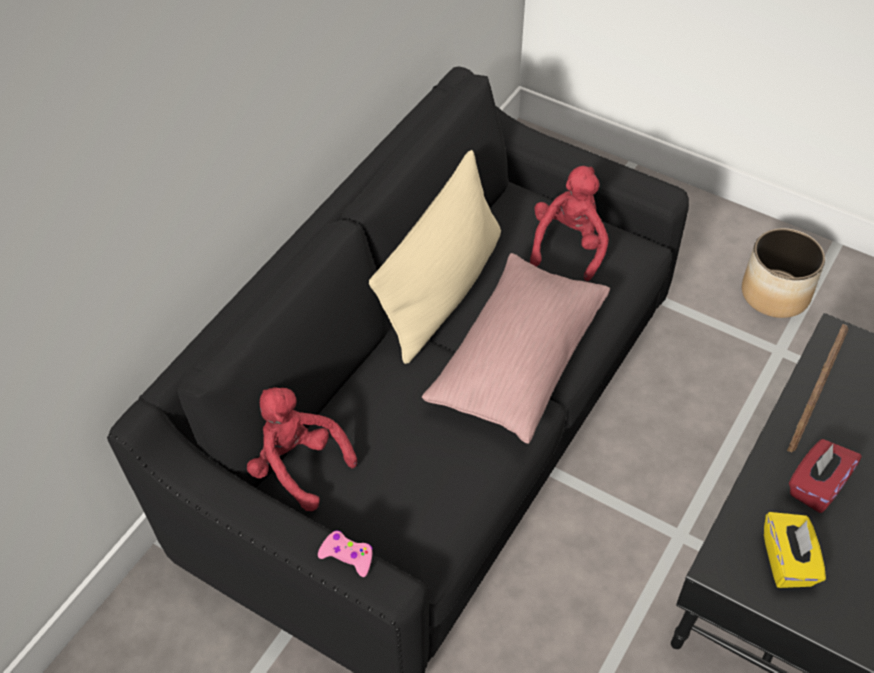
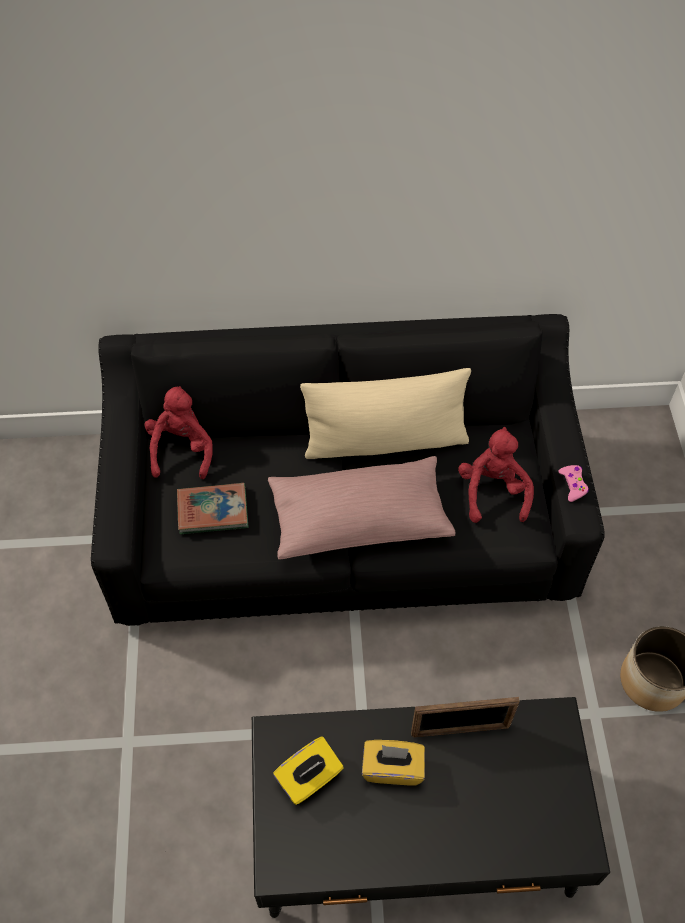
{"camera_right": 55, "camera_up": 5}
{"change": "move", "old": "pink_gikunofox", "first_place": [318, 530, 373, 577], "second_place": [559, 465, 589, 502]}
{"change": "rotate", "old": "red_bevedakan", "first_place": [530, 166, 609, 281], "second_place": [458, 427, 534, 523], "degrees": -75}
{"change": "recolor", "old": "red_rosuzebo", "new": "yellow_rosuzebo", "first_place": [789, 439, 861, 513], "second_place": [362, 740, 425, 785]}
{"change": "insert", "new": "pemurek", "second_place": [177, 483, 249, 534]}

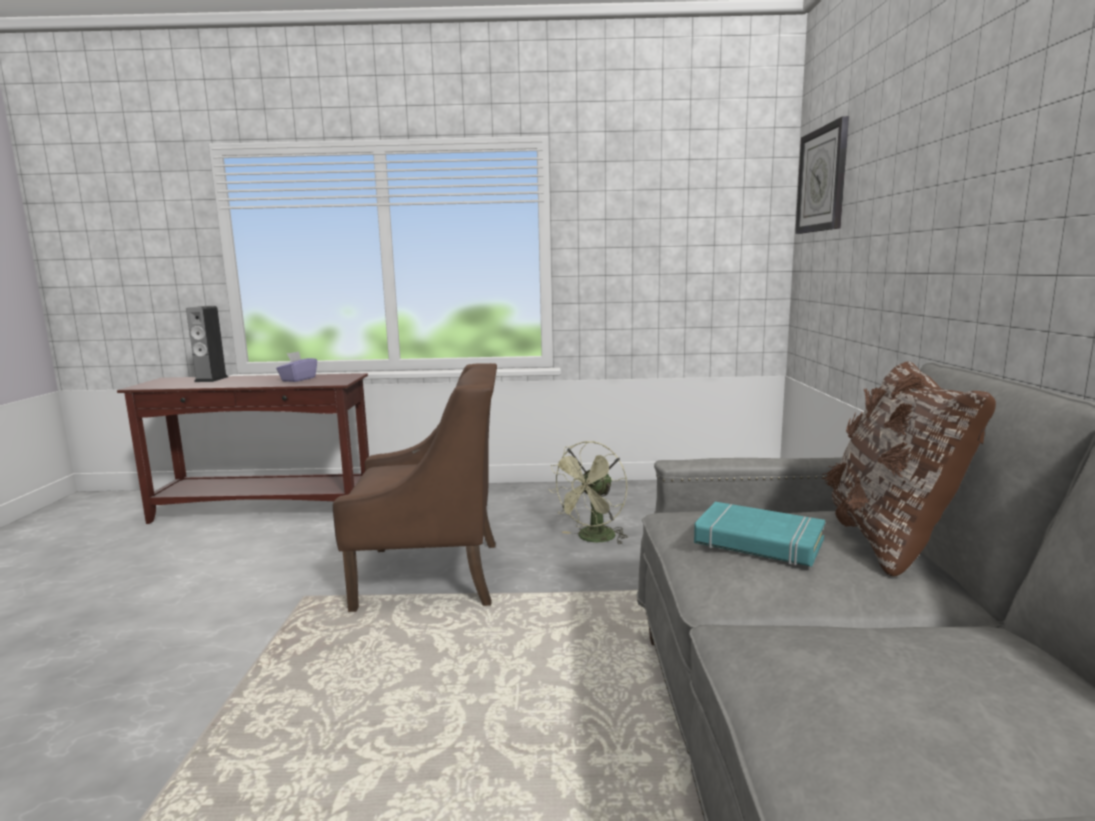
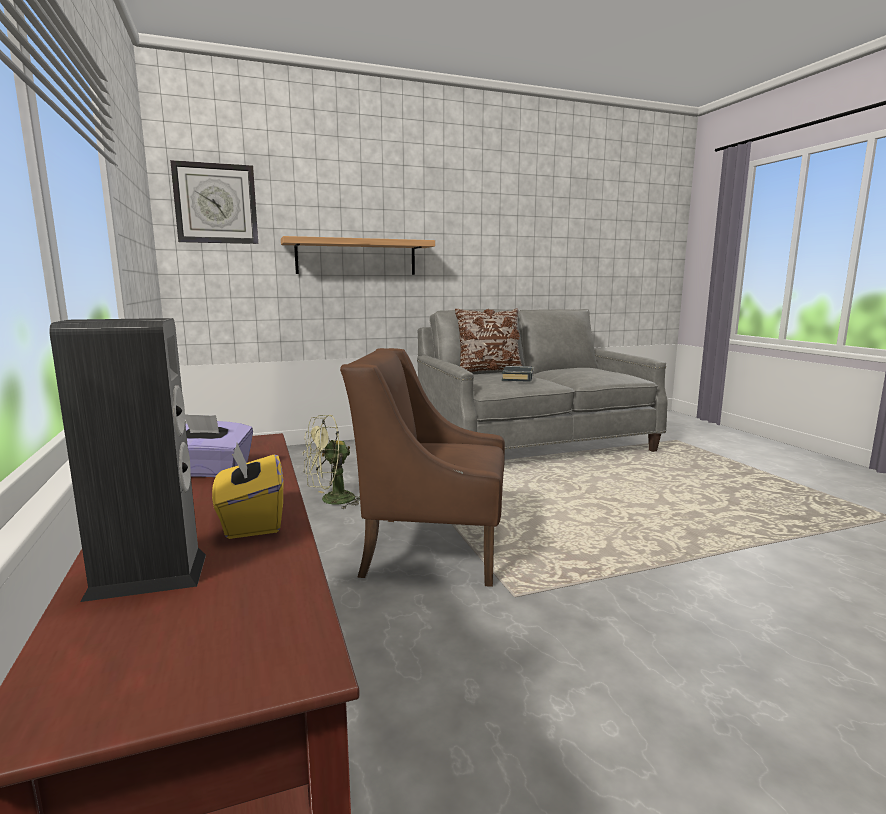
{"camera_right": -110, "camera_up": 0}
{"change": "rotate", "old": "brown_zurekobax", "first_place": [333, 363, 497, 612], "second_place": [340, 348, 505, 587], "degrees": -60}
{"change": "rotate", "old": "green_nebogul", "first_place": [548, 441, 628, 545], "second_place": [303, 415, 360, 509], "degrees": 135}
{"change": "recolor", "old": "turquoise_pemurek", "new": "black_pemurek", "first_place": [694, 502, 825, 567], "second_place": [502, 366, 534, 382]}
{"change": "insert", "new": "yellow_rosuzebo", "second_place": [212, 443, 283, 539]}
{"change": "insert", "new": "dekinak", "second_place": [281, 236, 435, 275]}

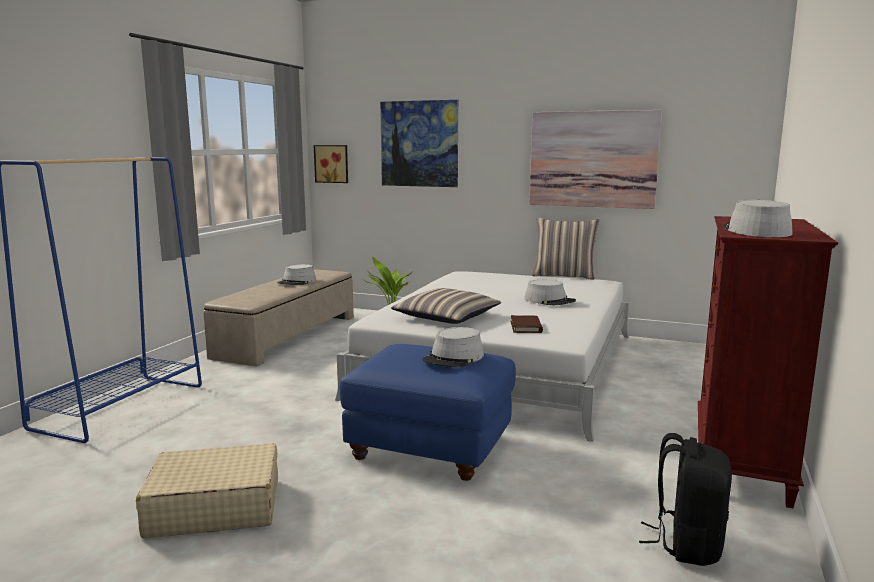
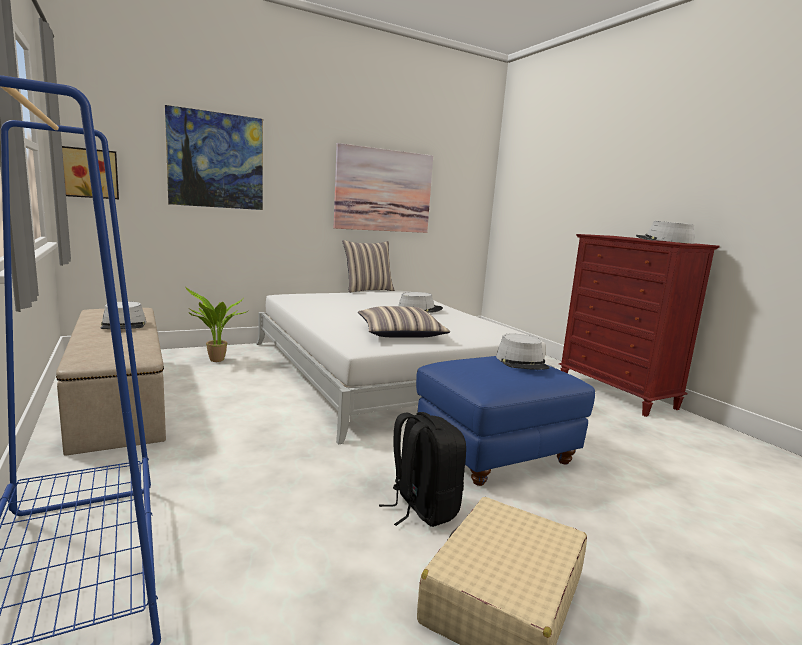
{"camera_right": -50, "camera_up": 0}
{"change": "delete", "old": "brown_pemurek", "first_place": [511, 315, 543, 333]}
{"change": "move", "old": "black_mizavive", "first_place": [639, 433, 732, 566], "second_place": [379, 412, 466, 527]}

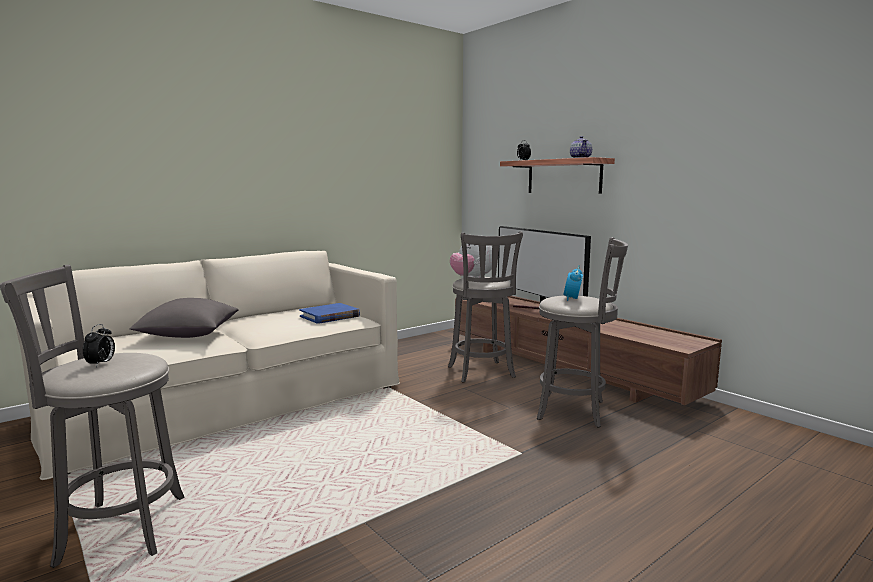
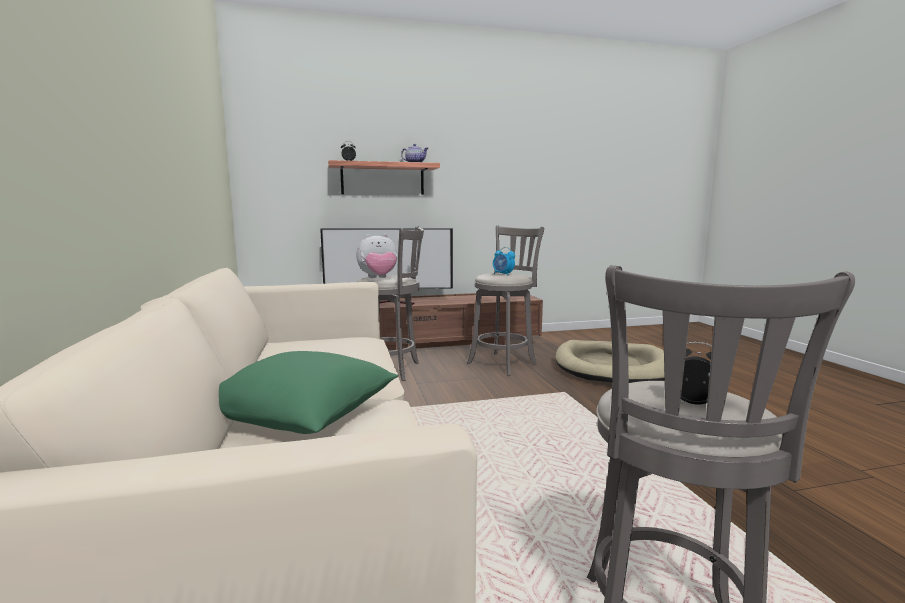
{"camera_right": -65, "camera_up": 0}
{"change": "recolor", "old": "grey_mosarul", "new": "green_mosarul", "first_place": [129, 298, 239, 338], "second_place": [219, 351, 398, 434]}
{"change": "delete", "old": "blue_pemurek", "first_place": [299, 303, 360, 324]}
{"change": "insert", "new": "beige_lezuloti", "second_place": [555, 340, 665, 383]}

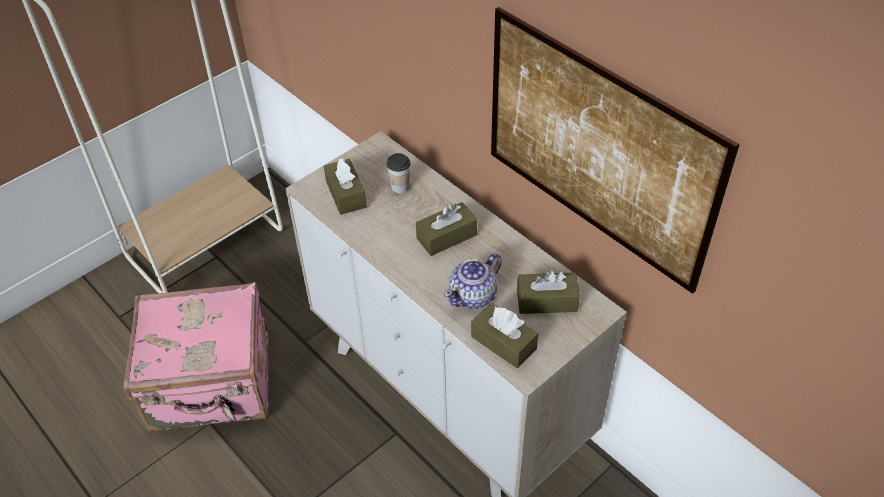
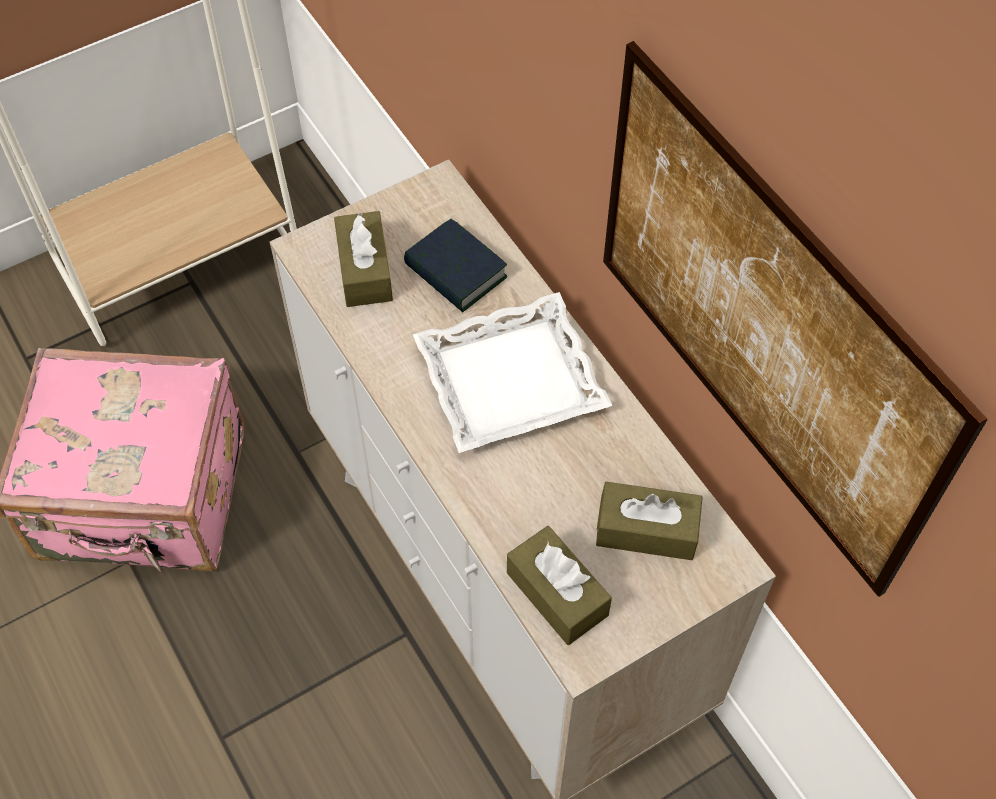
{"camera_right": 10, "camera_up": 10}
{"change": "replace", "old": "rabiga", "new": "pemurek", "first_place": [386, 153, 411, 194], "second_place": [404, 219, 507, 312]}
{"change": "replace", "old": "brown_rosuzebo", "new": "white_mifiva", "first_place": [416, 202, 477, 256], "second_place": [413, 292, 613, 453]}
{"change": "delete", "old": "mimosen", "first_place": [444, 253, 502, 309]}

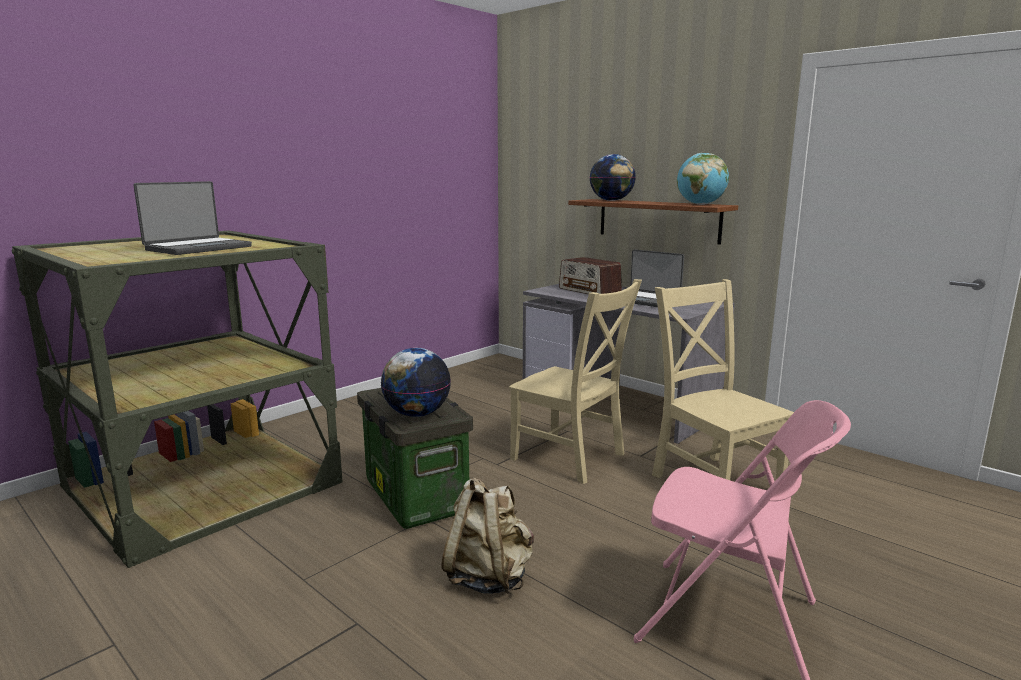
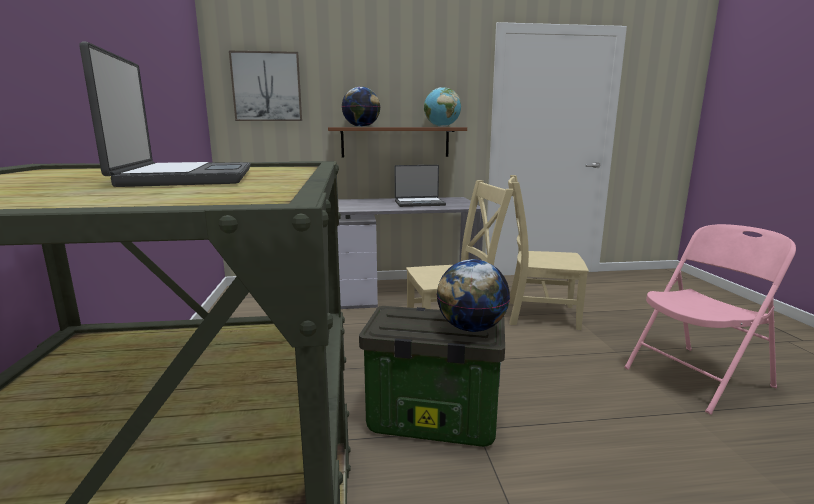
{"camera_right": -50, "camera_up": 0}
{"change": "delete", "old": "beige_mizavive", "first_place": [442, 477, 534, 594]}
{"change": "delete", "old": "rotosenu", "first_place": [559, 257, 622, 295]}
{"change": "insert", "new": "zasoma", "second_place": [229, 51, 302, 121]}

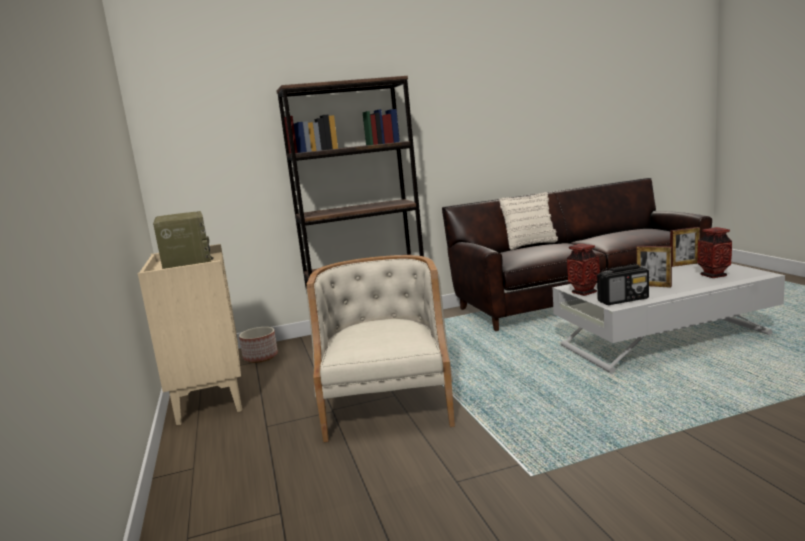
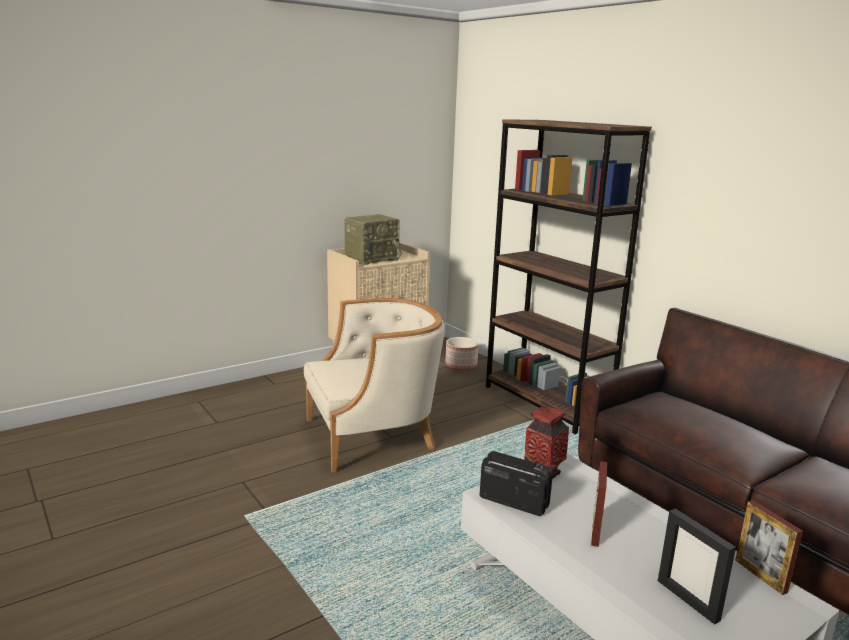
{"camera_right": 70, "camera_up": 5}
{"change": "delete", "old": "beige_mosarul", "first_place": [499, 192, 558, 250]}
{"change": "rotate", "old": "rotosenu", "first_place": [597, 265, 649, 305], "second_place": [480, 451, 553, 516], "degrees": 150}
{"change": "replace", "old": "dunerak", "new": "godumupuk", "first_place": [697, 227, 732, 278], "second_place": [658, 508, 736, 624]}

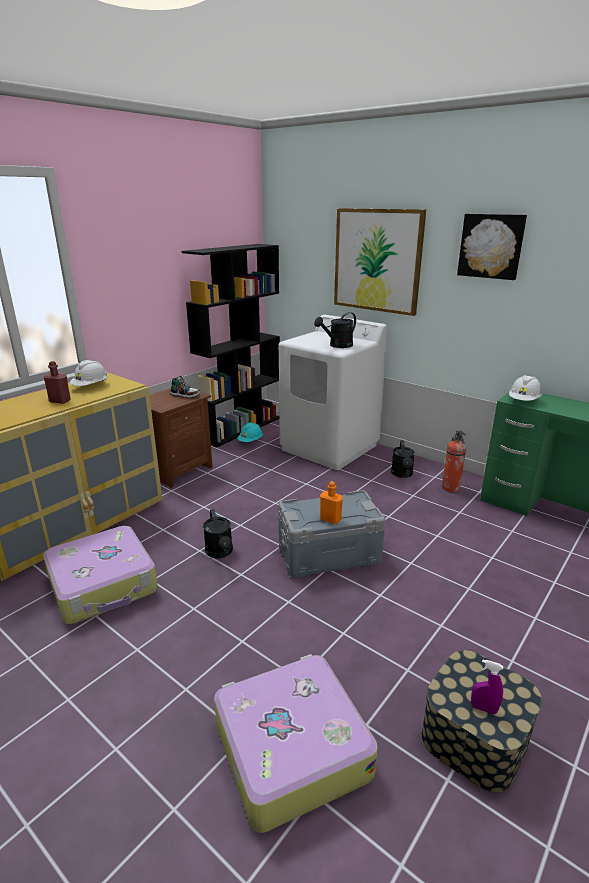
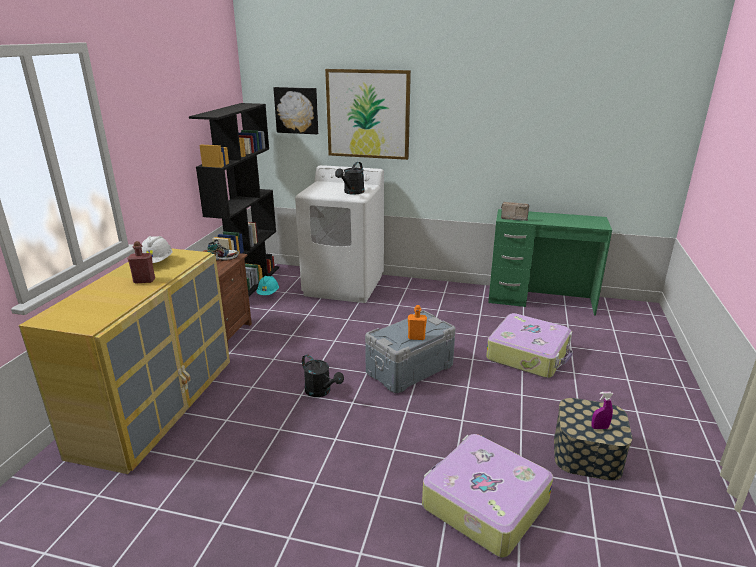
{"camera_right": -25, "camera_up": 0}
{"change": "move", "old": "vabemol", "first_place": [43, 526, 158, 624], "second_place": [486, 313, 573, 378]}
{"change": "delete", "old": "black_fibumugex", "first_place": [391, 441, 415, 478]}
{"change": "delete", "old": "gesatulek", "first_place": [442, 431, 466, 492]}
{"change": "move", "old": "zasoma", "first_place": [457, 214, 527, 280], "second_place": [273, 87, 318, 134]}
{"change": "replace", "old": "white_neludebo", "new": "rotosenu", "first_place": [509, 375, 542, 401], "second_place": [501, 202, 529, 221]}

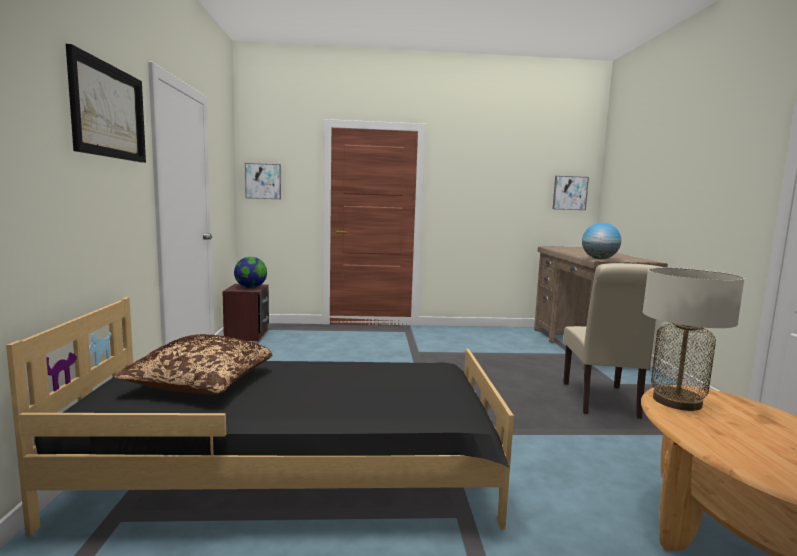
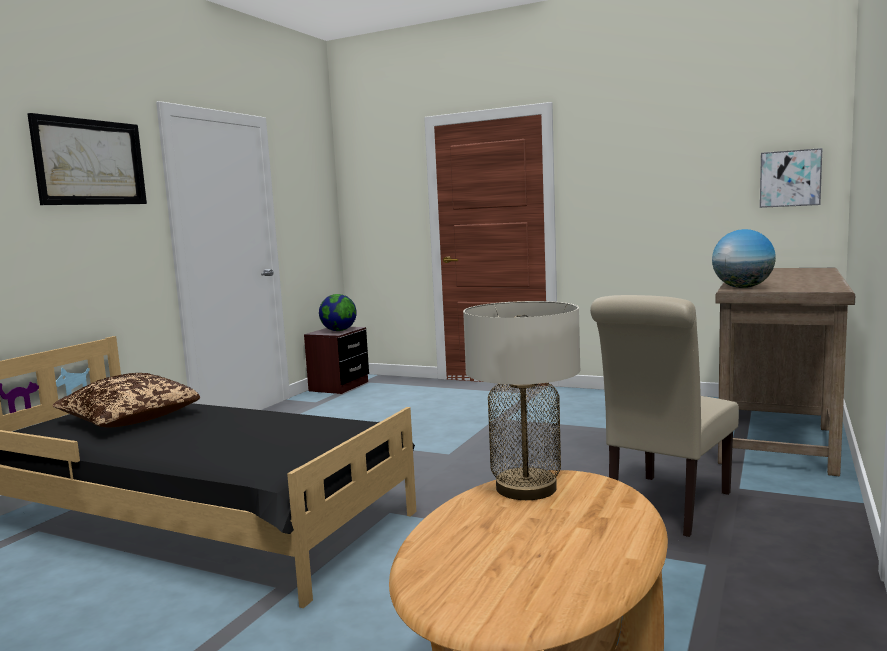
{"camera_right": 30, "camera_up": 0}
{"change": "delete", "old": "zasoma", "first_place": [245, 163, 281, 199]}

